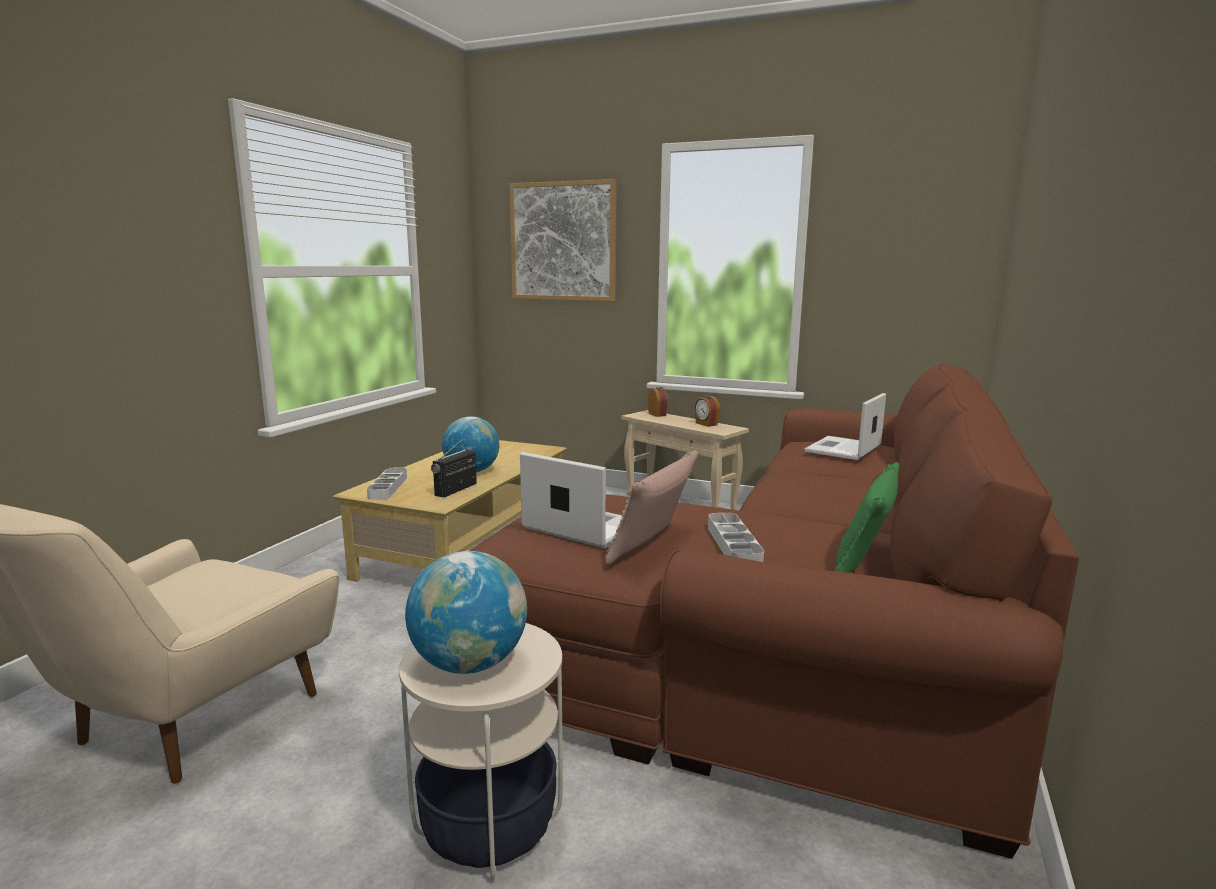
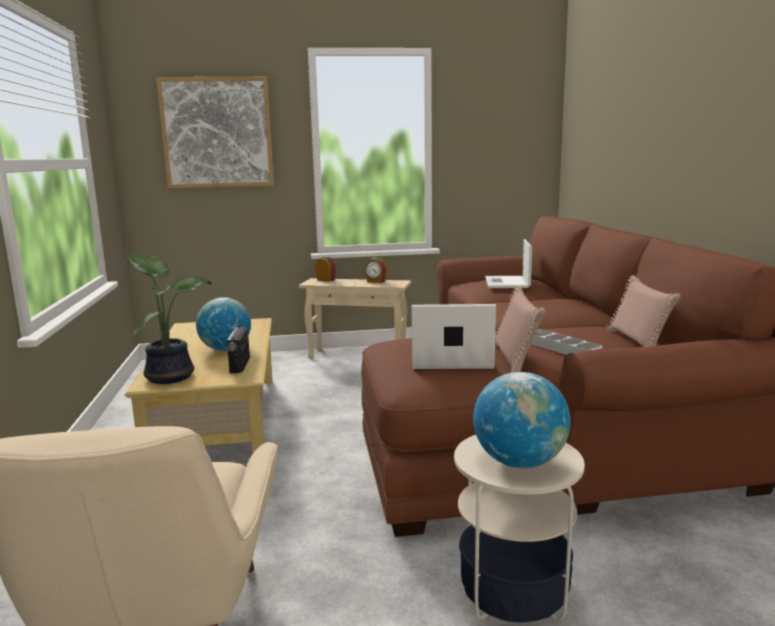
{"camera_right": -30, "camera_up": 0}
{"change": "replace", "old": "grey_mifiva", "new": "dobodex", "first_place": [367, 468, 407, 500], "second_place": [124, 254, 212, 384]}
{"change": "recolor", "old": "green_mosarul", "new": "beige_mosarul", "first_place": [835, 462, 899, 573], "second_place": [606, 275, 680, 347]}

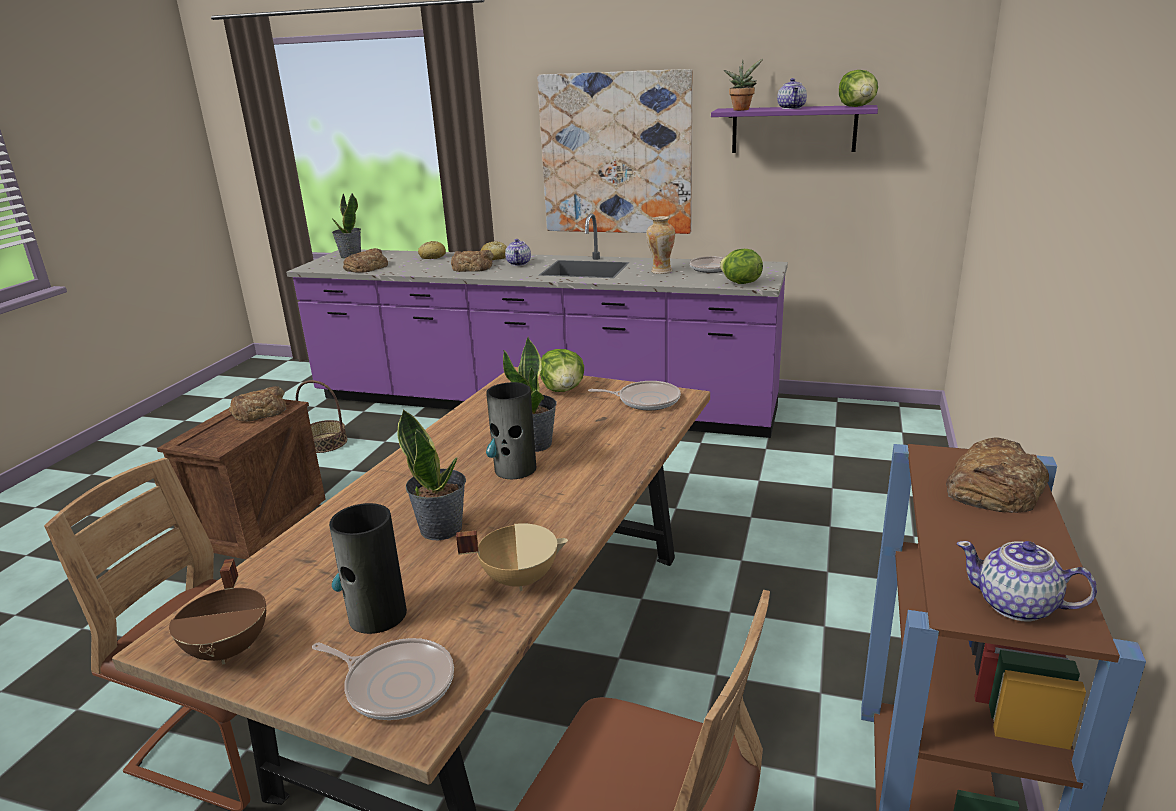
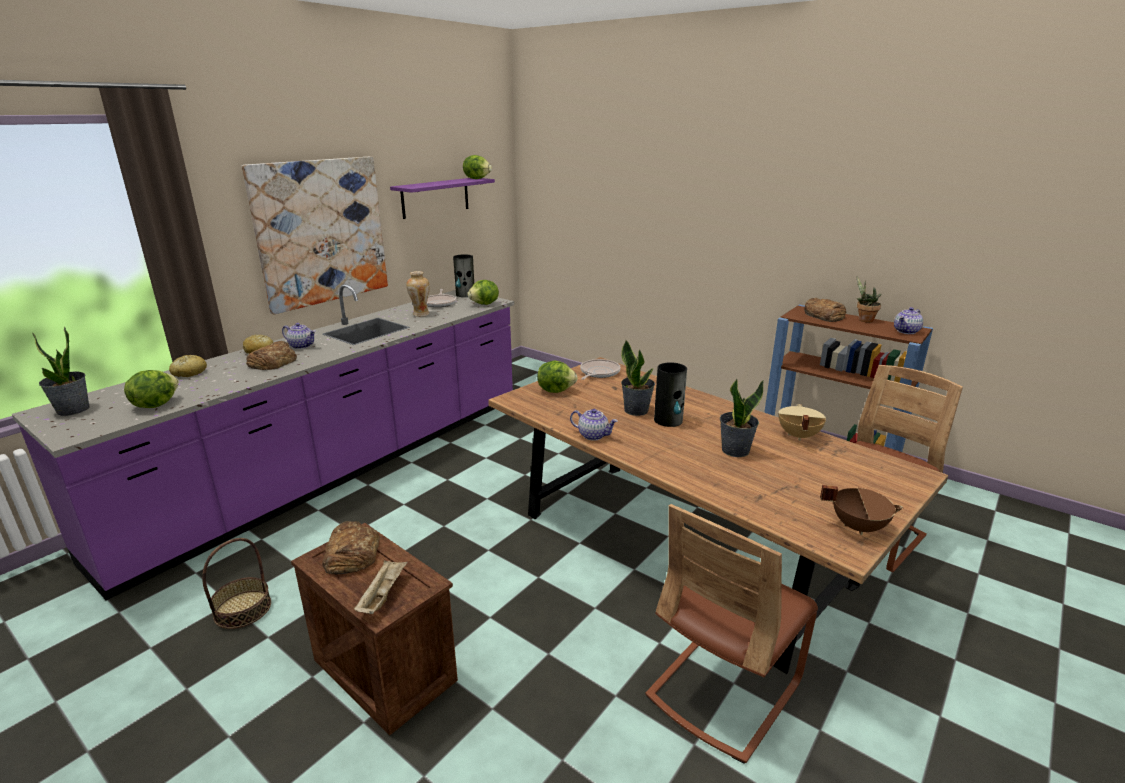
{"camera_right": -70, "camera_up": 0}
{"change": "delete", "old": "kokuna", "first_place": [312, 638, 454, 720]}
{"change": "move", "old": "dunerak", "first_place": [329, 503, 407, 634], "second_place": [453, 254, 474, 297]}
{"change": "replace", "old": "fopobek", "new": "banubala", "first_place": [343, 248, 388, 273], "second_place": [124, 370, 179, 408]}
{"change": "move", "old": "dobodex", "first_place": [724, 59, 763, 111], "second_place": [857, 277, 881, 322]}
{"change": "move", "old": "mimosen", "first_place": [777, 78, 807, 109], "second_place": [570, 409, 618, 441]}
{"change": "insert", "new": "beige_mifiva", "second_place": [354, 560, 407, 614]}

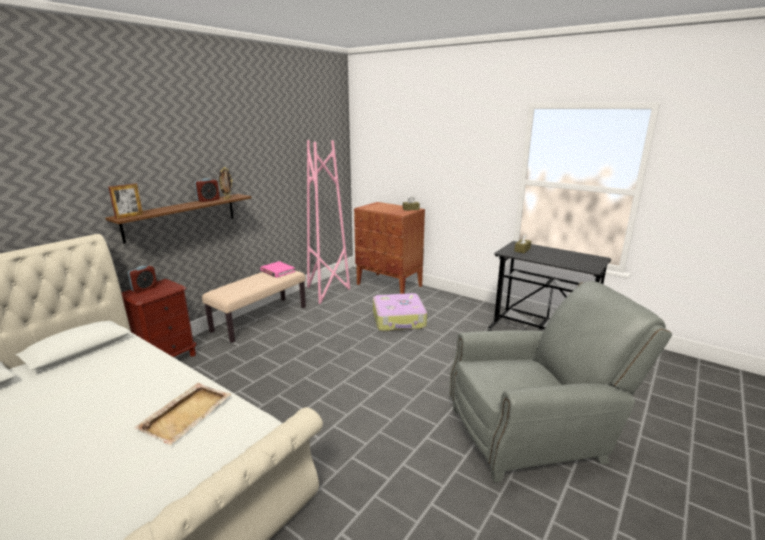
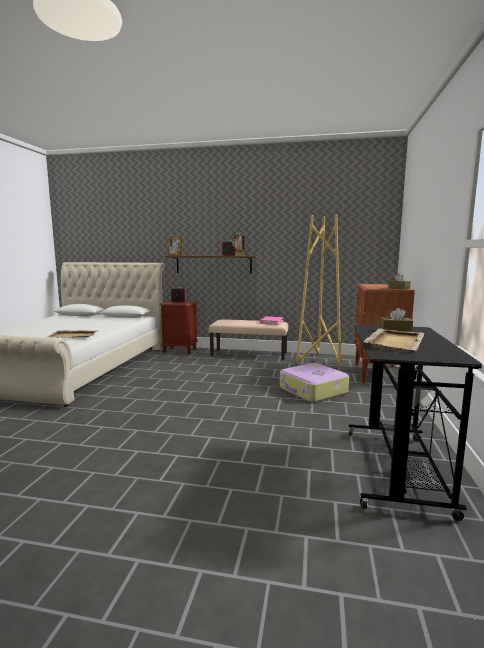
{"camera_right": 65, "camera_up": -10}
{"change": "recolor", "old": "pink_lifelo", "new": "yellow_lifelo", "first_place": [307, 140, 350, 304], "second_place": [296, 215, 341, 365]}
{"change": "delete", "old": "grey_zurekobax", "first_place": [449, 281, 673, 483]}
{"change": "insert", "new": "beige_mifiva", "second_place": [363, 328, 425, 351]}

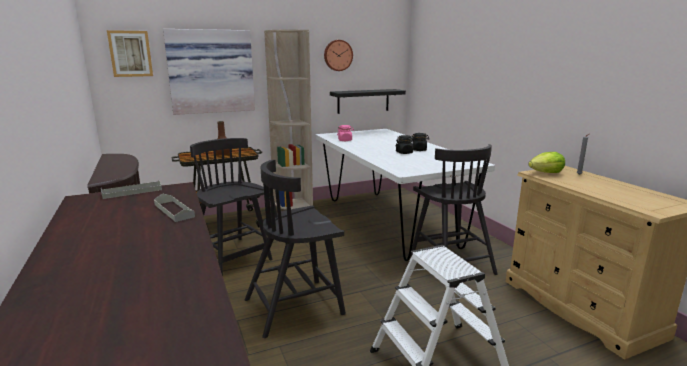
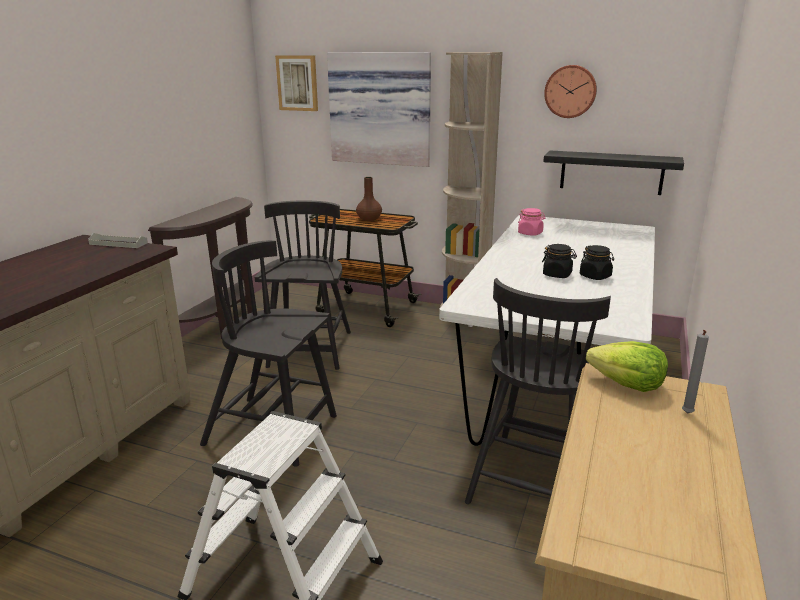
{"camera_right": 45, "camera_up": 5}
{"change": "delete", "old": "grey_mifiva", "first_place": [154, 194, 195, 222]}

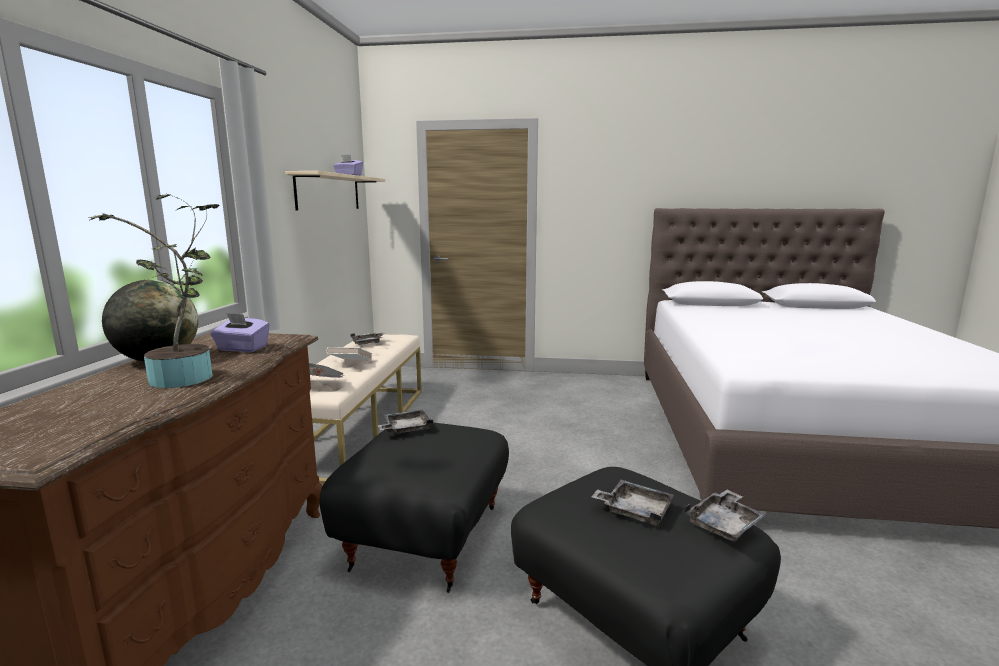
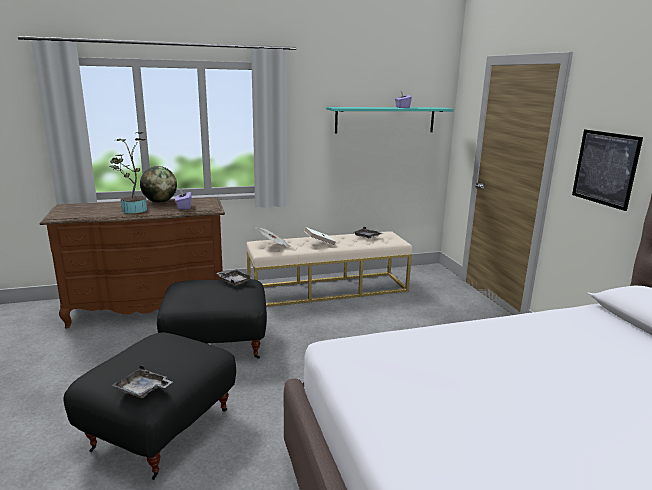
{"camera_right": 65, "camera_up": 5}
{"change": "recolor", "old": "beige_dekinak", "new": "turquoise_dekinak", "first_place": [285, 171, 385, 211], "second_place": [326, 107, 454, 133]}
{"change": "delete", "old": "grey_mifiva", "first_place": [591, 480, 674, 526]}
{"change": "insert", "new": "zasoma", "second_place": [572, 129, 643, 211]}

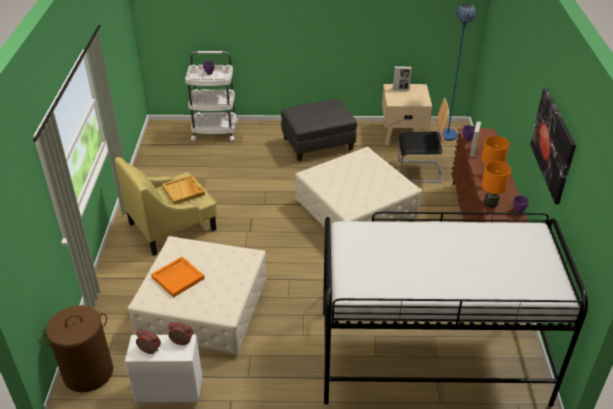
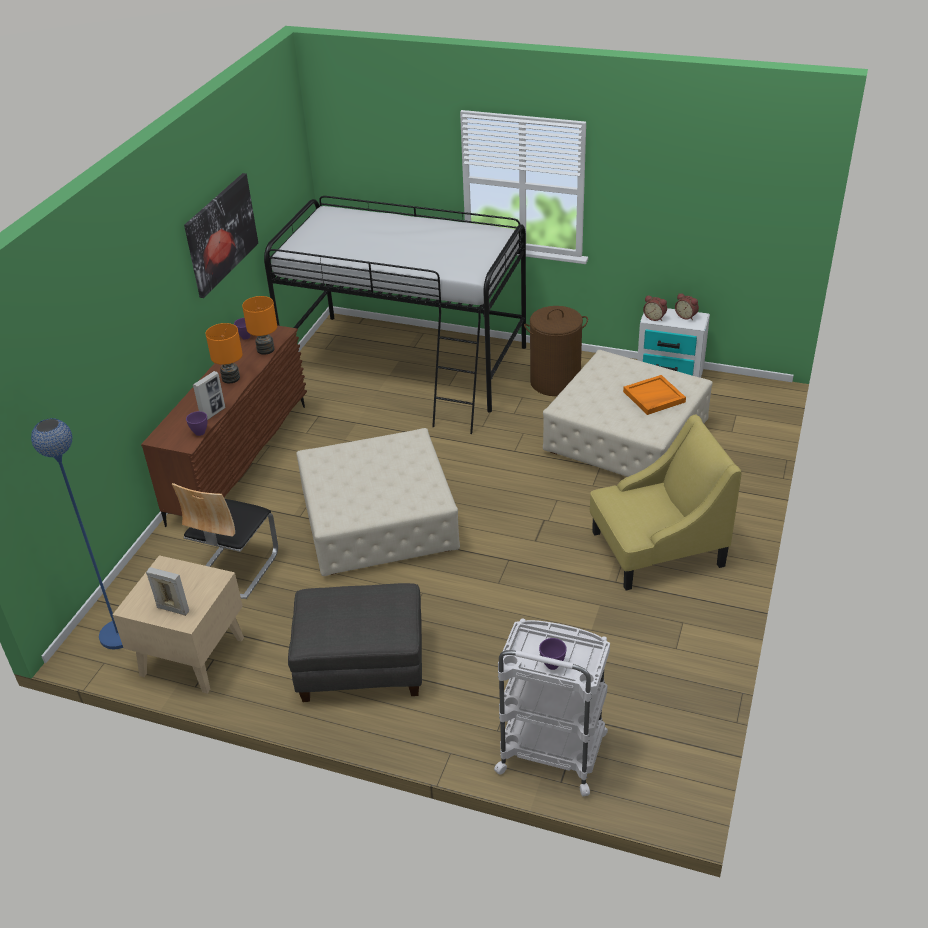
{"camera_right": -160, "camera_up": 0}
{"change": "move", "old": "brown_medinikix", "first_place": [41, 305, 113, 392], "second_place": [524, 306, 588, 396]}
{"change": "delete", "old": "beige_mifiva", "first_place": [162, 175, 205, 205]}
{"change": "rotate", "old": "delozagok", "first_place": [398, 98, 449, 183], "second_place": [172, 483, 278, 599], "degrees": -90}

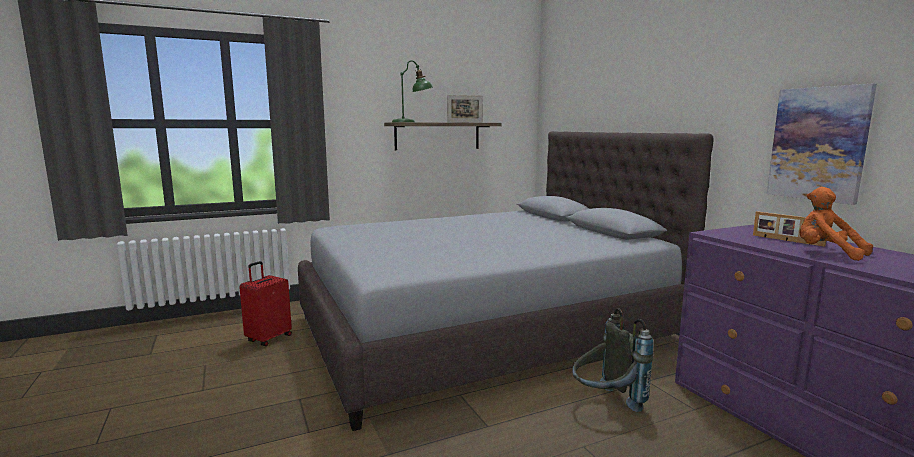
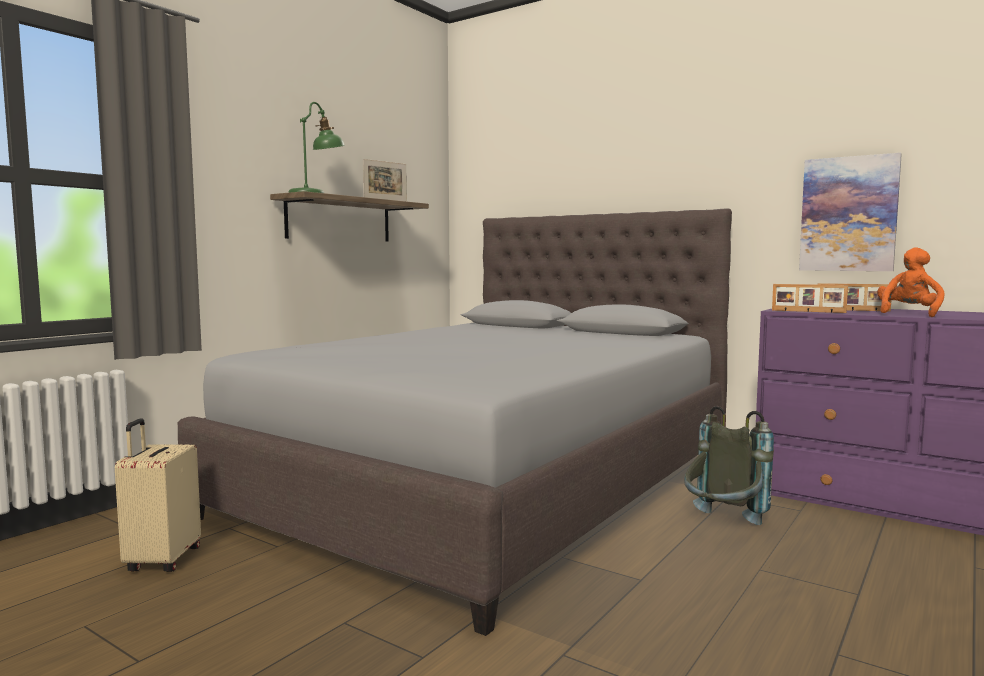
{"camera_right": -30, "camera_up": -5}
{"change": "recolor", "old": "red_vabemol", "new": "beige_vabemol", "first_place": [239, 261, 292, 346], "second_place": [115, 418, 201, 572]}
{"change": "rotate", "old": "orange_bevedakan", "first_place": [799, 187, 873, 261], "second_place": [877, 247, 945, 317], "degrees": 105}
{"change": "insert", "new": "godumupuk", "second_place": [772, 284, 848, 313]}

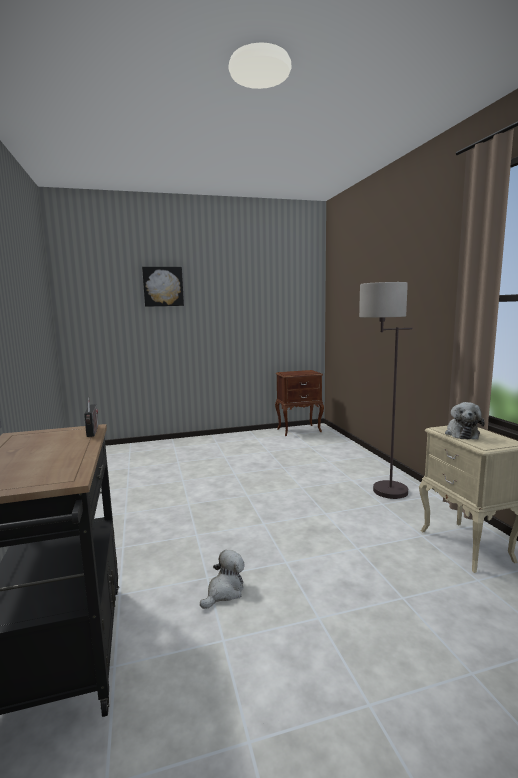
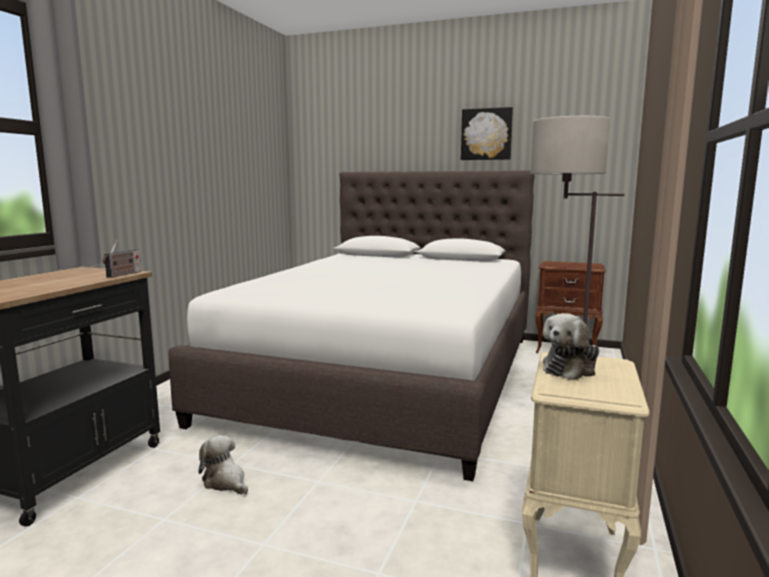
{"camera_right": 35, "camera_up": 0}
{"change": "move", "old": "zasoma", "first_place": [142, 267, 184, 307], "second_place": [461, 107, 513, 160]}
{"change": "rotate", "old": "bevedakan", "first_place": [200, 550, 245, 609], "second_place": [198, 435, 248, 495], "degrees": -120}
{"change": "insert", "new": "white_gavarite", "second_place": [168, 170, 535, 481]}

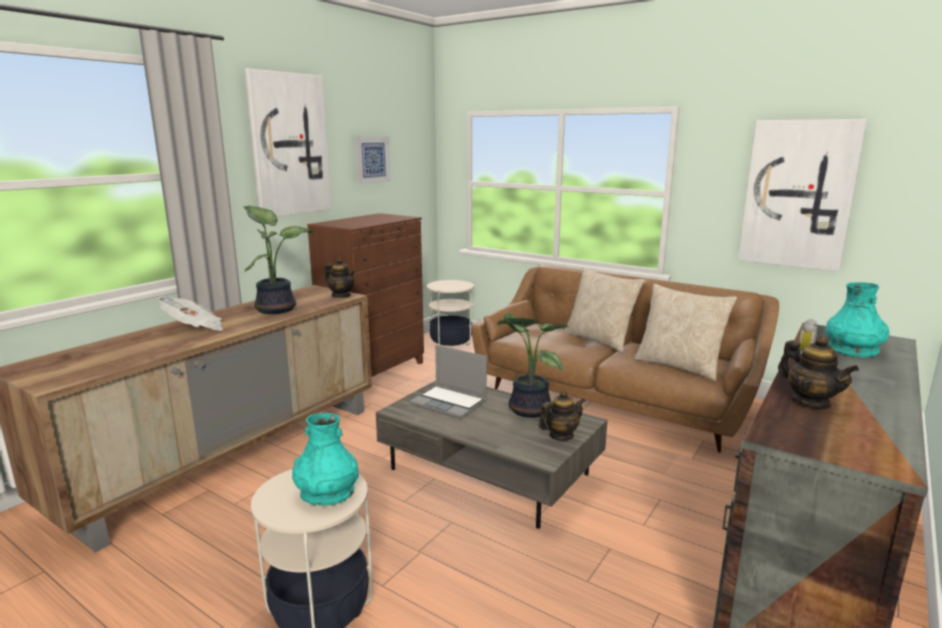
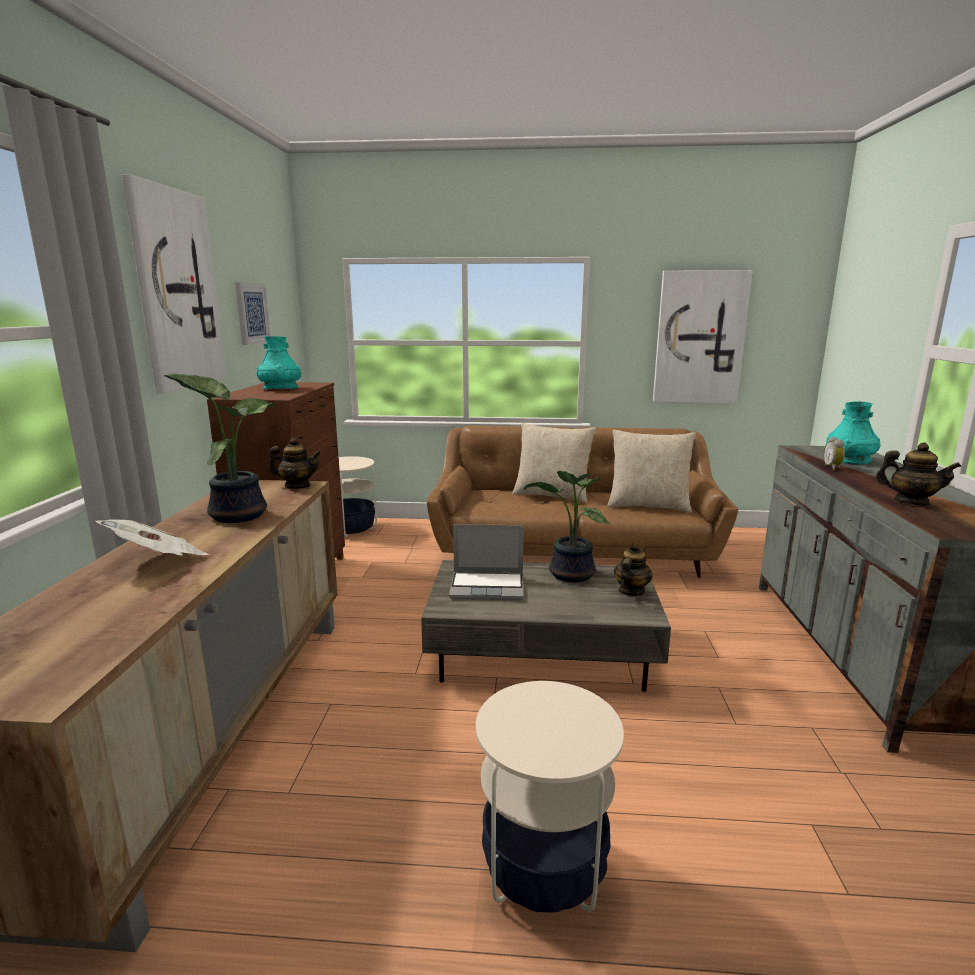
{"camera_right": -30, "camera_up": 0}
{"change": "move", "old": "turquoise_dunerak", "first_place": [292, 413, 359, 506], "second_place": [257, 336, 301, 389]}

